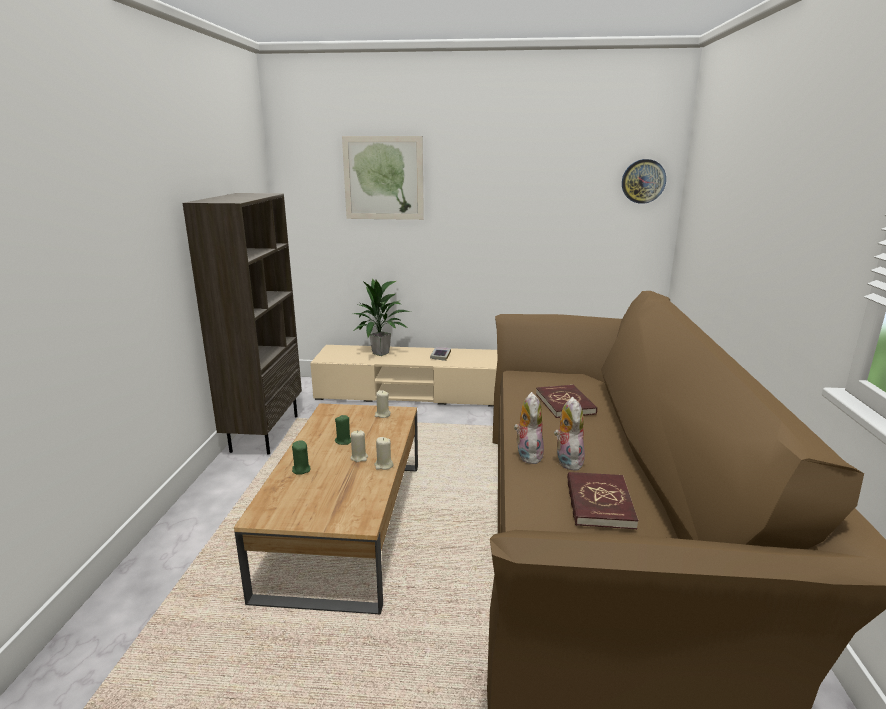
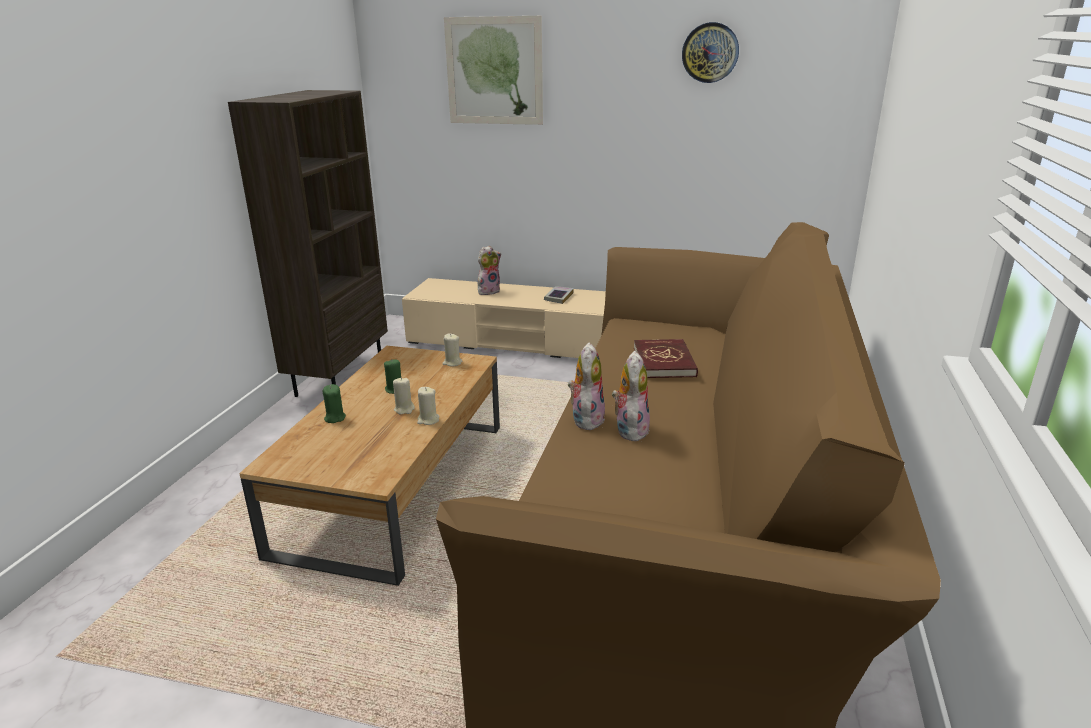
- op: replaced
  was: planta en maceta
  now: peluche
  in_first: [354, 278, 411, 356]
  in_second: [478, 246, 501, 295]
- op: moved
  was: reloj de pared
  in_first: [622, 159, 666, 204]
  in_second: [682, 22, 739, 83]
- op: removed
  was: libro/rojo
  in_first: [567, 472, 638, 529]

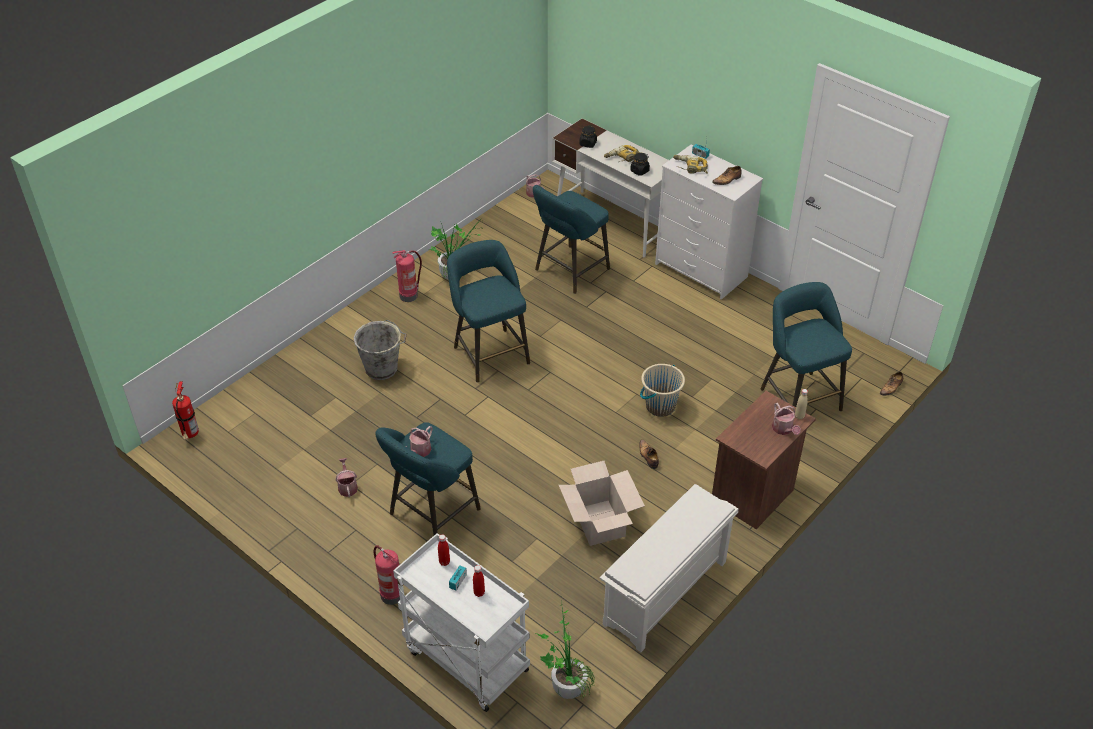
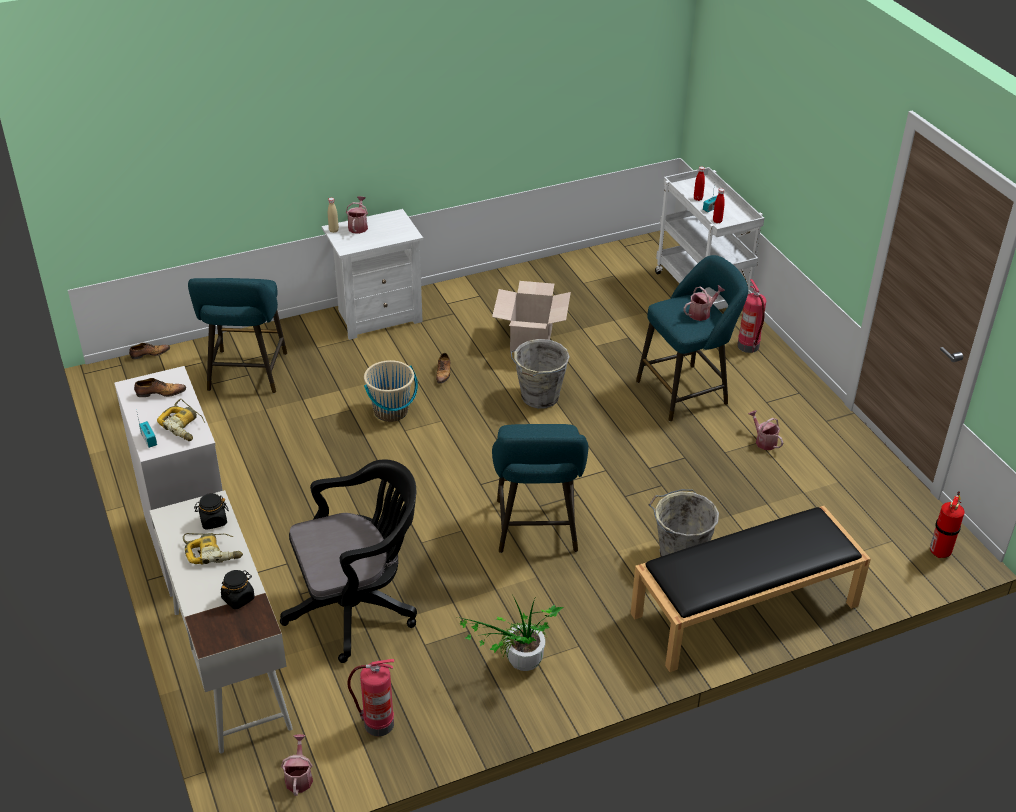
- op: replaced
  was: taburete/turquesa
  now: silla de oficina/negro
  in_first: [533, 185, 610, 294]
  in_second: [280, 459, 417, 663]
- op: recoloured
  was: mesita de noche/marrón
  now: mesita de noche/blanco
  in_first: [712, 391, 816, 529]
  in_second: [322, 209, 423, 340]
- op: moved
  was: extintor
  in_first: [392, 250, 422, 302]
  in_second: [348, 659, 394, 736]
- op: added
  now: cubo/gris
  in_second: [511, 339, 570, 409]
- op: added
  now: banco/negro
  in_second: [631, 506, 871, 672]
- op: turned
  was: regadera
  in_first: [335, 458, 358, 497]
  in_second: [748, 410, 783, 450]
  clockwise: 135
- op: removed
  was: planta en maceta
  in_first: [536, 600, 595, 699]
- op: removed
  was: zapatero/blanco
  in_first: [600, 484, 738, 652]

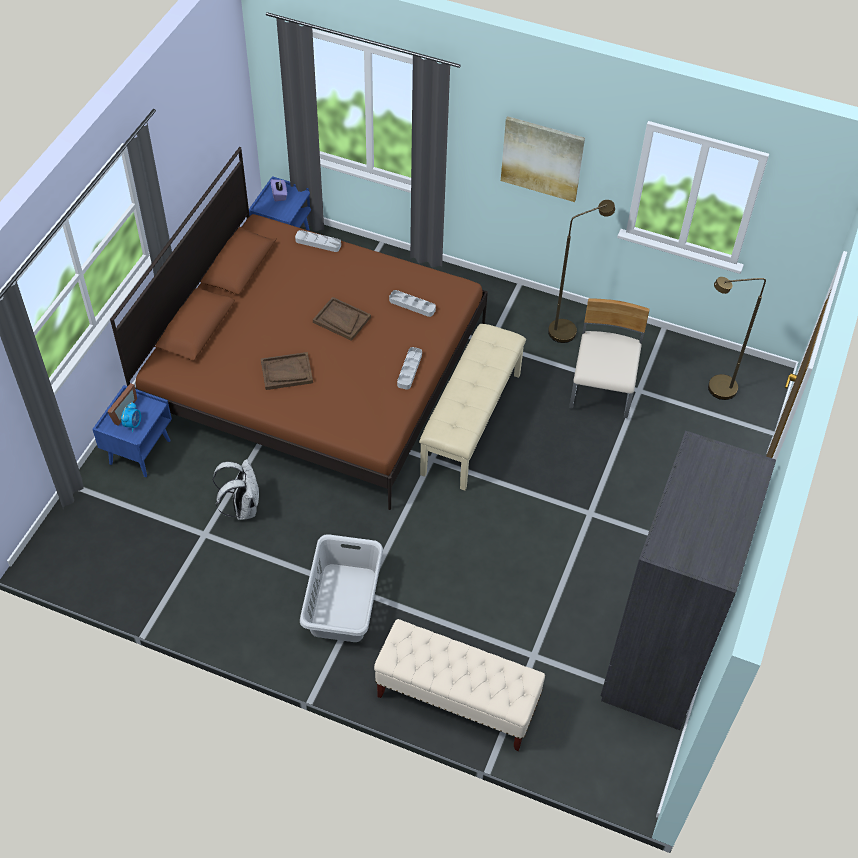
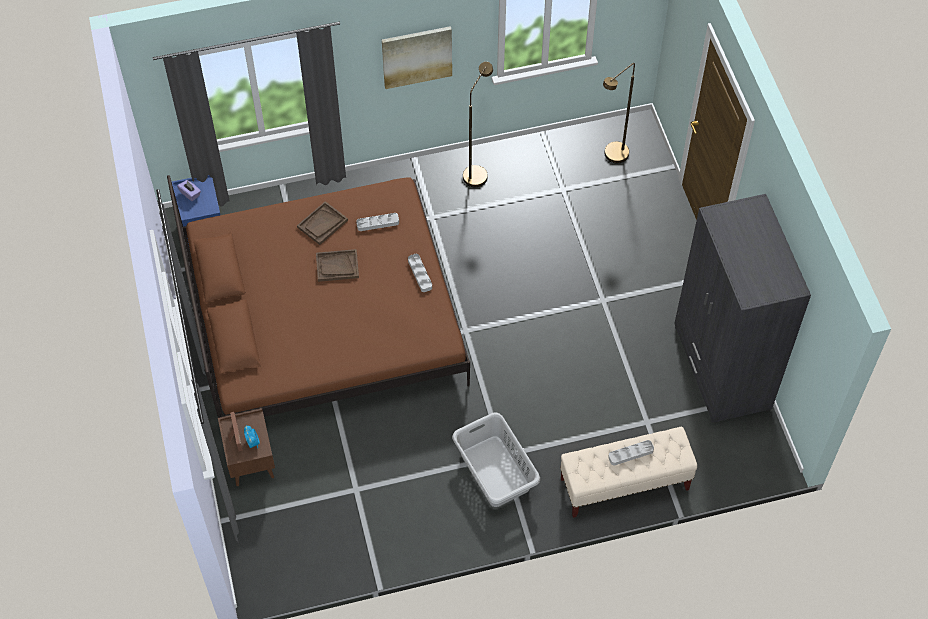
- op: recoloured
  was: mesita de noche/azul
  now: mesita de noche/marrón
  in_first: [92, 385, 172, 477]
  in_second: [218, 408, 275, 486]
- op: moved
  was: bandeja/marrón
  in_first: [261, 352, 313, 390]
  in_second: [297, 201, 348, 245]
- op: moved
  was: bandeja/gris
  in_first: [295, 230, 341, 252]
  in_second: [608, 440, 654, 465]
- op: removed
  was: mochila/blanco
  in_first: [213, 459, 259, 520]
- op: removed
  was: banco/beis
  in_first: [419, 324, 526, 491]
- op: removed
  was: silla/beis
  in_first: [569, 298, 650, 418]

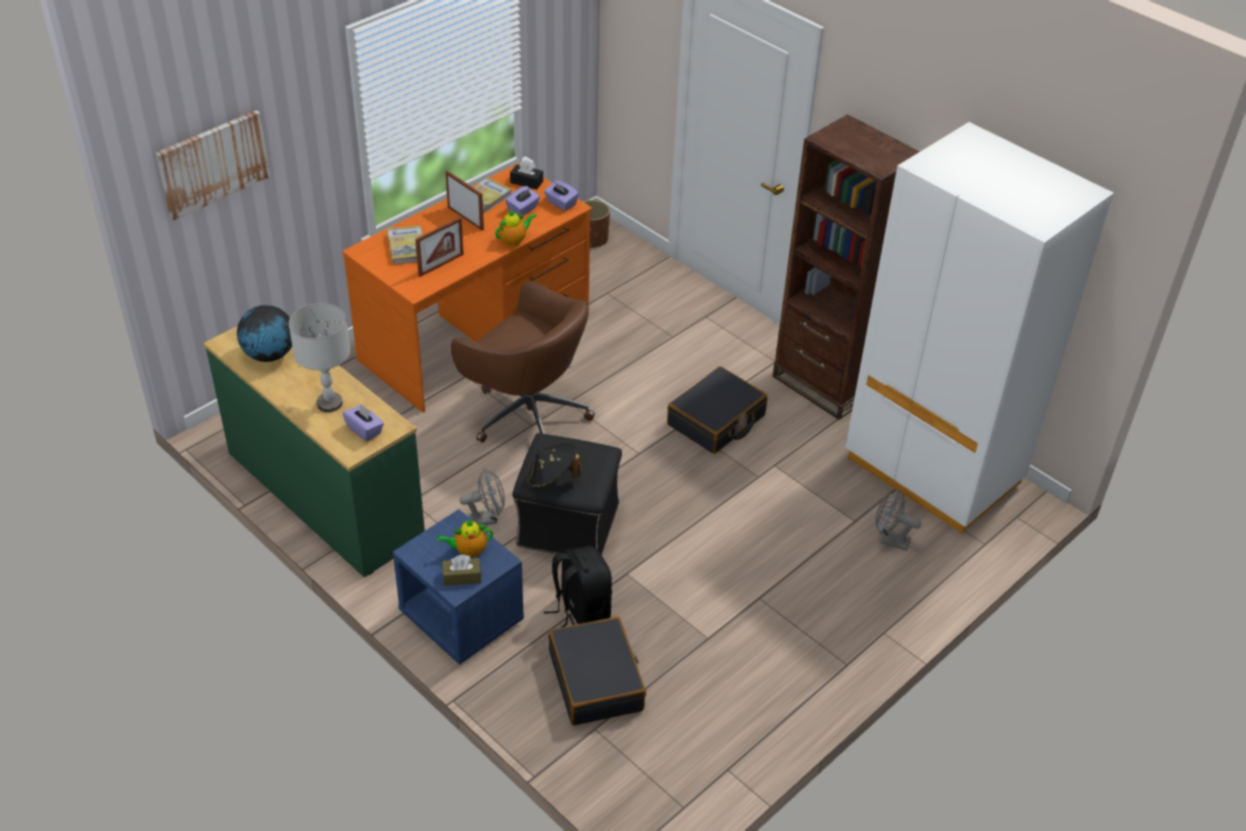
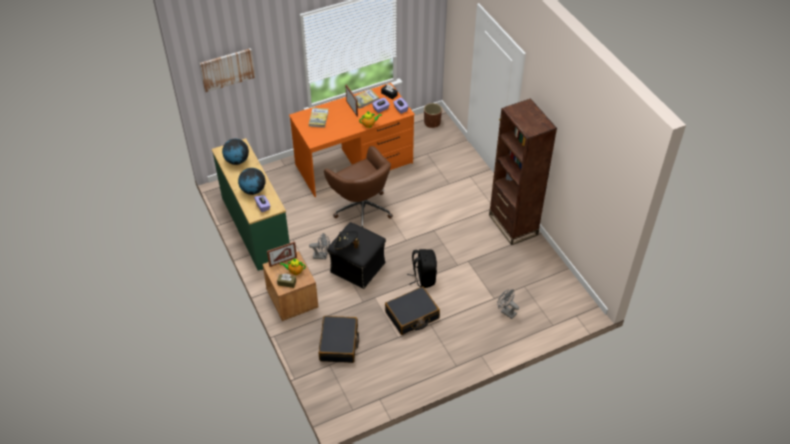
- op: replaced
  was: lámpara de mesa/gris
  now: globo terráqueo
  in_first: [289, 303, 351, 412]
  in_second: [238, 168, 265, 195]
- op: recoloured
  was: mesita de noche/azul
  now: mesita de noche/marrón
  in_first: [393, 509, 524, 665]
  in_second: [262, 251, 319, 321]
- op: moved
  was: portarretratos
  in_first: [415, 217, 464, 277]
  in_second: [267, 241, 297, 267]
- op: moved
  was: maleta/negro
  in_first: [667, 366, 767, 454]
  in_second: [385, 286, 440, 335]
- op: moved
  was: mochila/negro
  in_first: [544, 546, 612, 628]
  in_second: [407, 249, 437, 288]
- op: removed
  was: armario ropero/blanco
  in_first: [845, 122, 1114, 533]

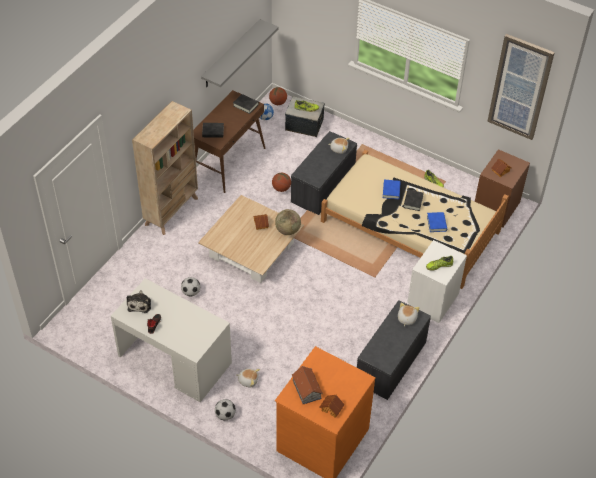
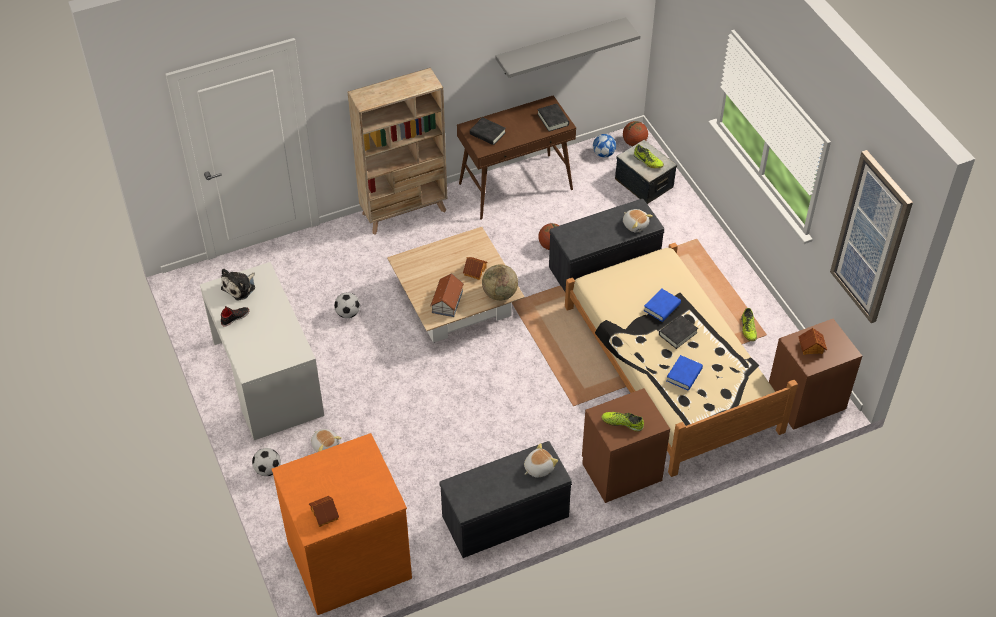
- op: moved
  was: casita
  in_first: [292, 366, 323, 404]
  in_second: [430, 273, 464, 317]
- op: recoloured
  was: mesita de noche/blanco
  now: mesita de noche/marrón
  in_first: [407, 240, 467, 323]
  in_second: [582, 388, 670, 503]

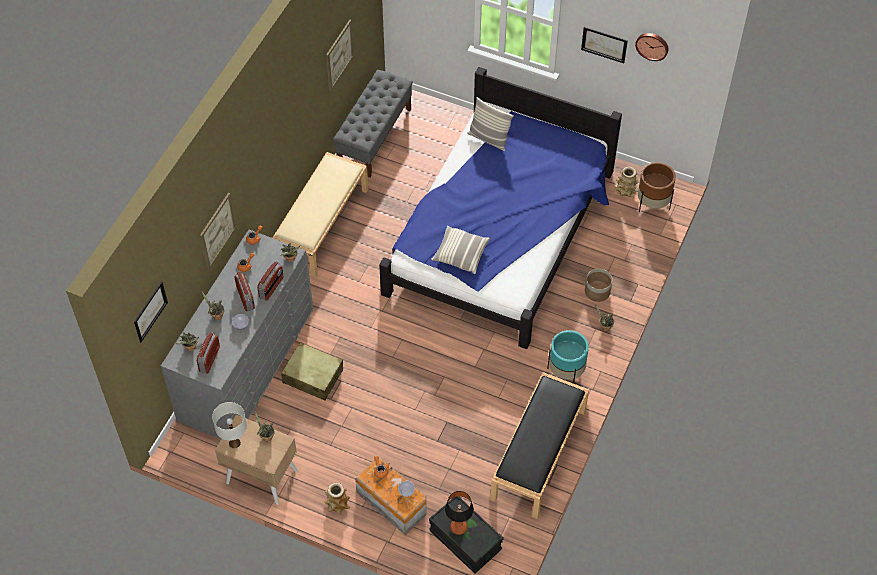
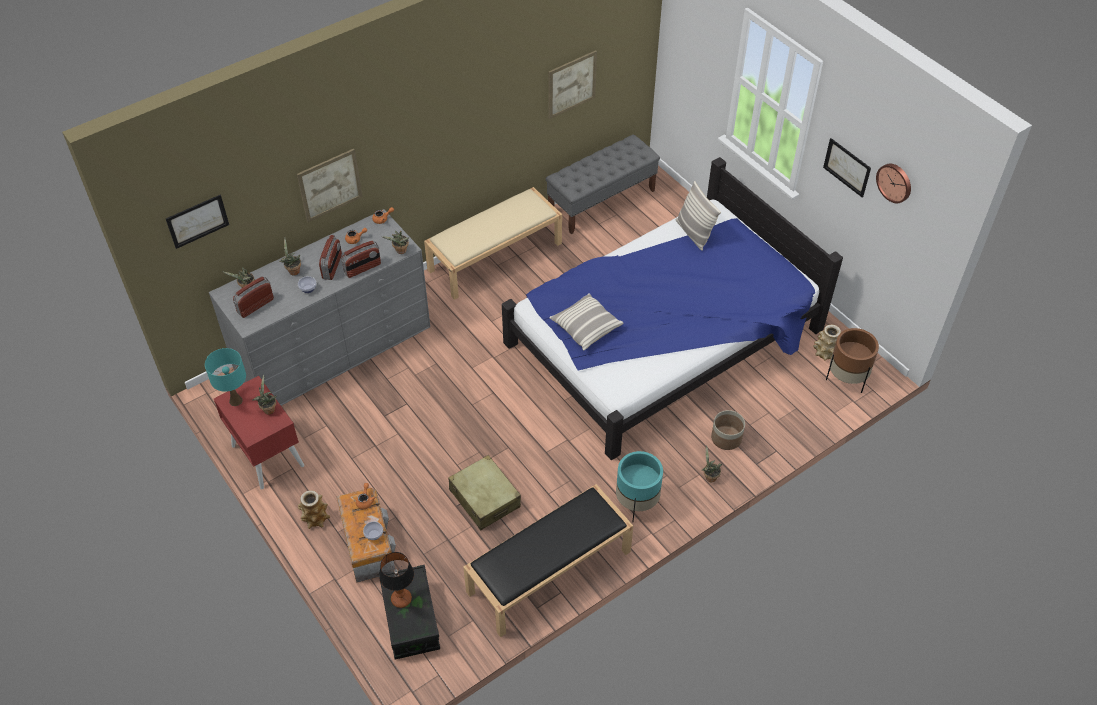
- op: recoloured
  was: lámpara de mesa/blanco
  now: lámpara de mesa/turquesa
  in_first: [212, 402, 247, 448]
  in_second: [205, 348, 246, 406]
- op: recoloured
  was: mesita de noche/beis
  now: mesita de noche/rojo
  in_first: [215, 414, 297, 505]
  in_second: [214, 376, 304, 490]
- op: moved
  was: maleta/beis
  in_first: [281, 342, 343, 401]
  in_second: [448, 455, 521, 530]

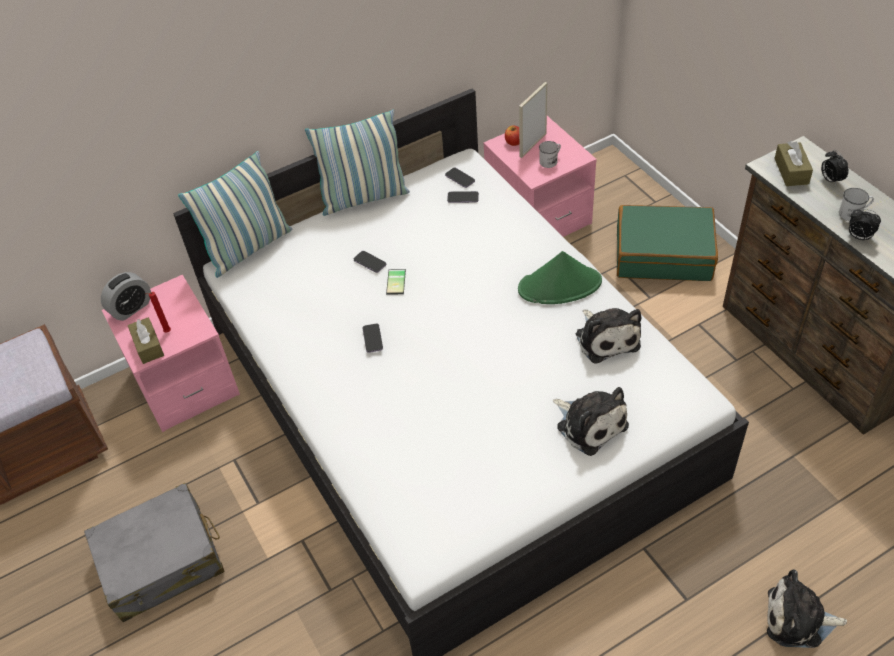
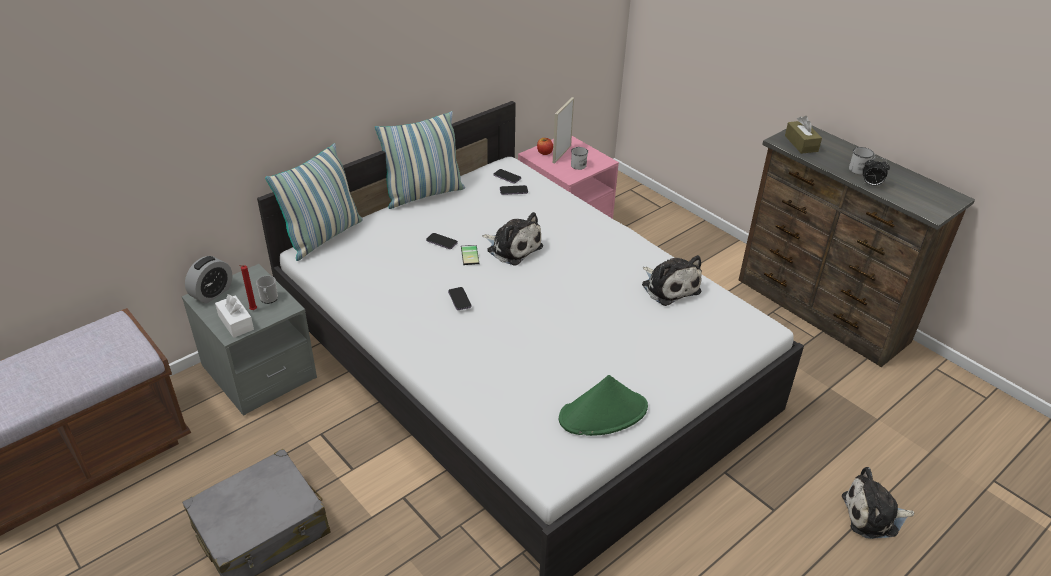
- op: recoloured
  was: mesita de noche/rosa
  now: mesita de noche/gris
  in_first: [102, 275, 240, 432]
  in_second: [182, 264, 317, 416]
- op: recoloured
  was: caja de pañuelos/marrón
  now: caja de pañuelos/blanco
  in_first: [128, 317, 164, 364]
  in_second: [215, 294, 254, 338]
- op: added
  now: taza grande
  in_second: [256, 275, 278, 304]
- op: moved
  was: peluche
  in_first: [553, 387, 629, 456]
  in_second: [482, 212, 543, 266]
- op: moved
  was: sombrero/verde
  in_first: [518, 251, 602, 304]
  in_second: [559, 375, 648, 436]
- op: removed
  was: maleta/verde
  in_first: [617, 205, 718, 281]
- op: removed
  was: despertador
  in_first: [821, 150, 849, 185]

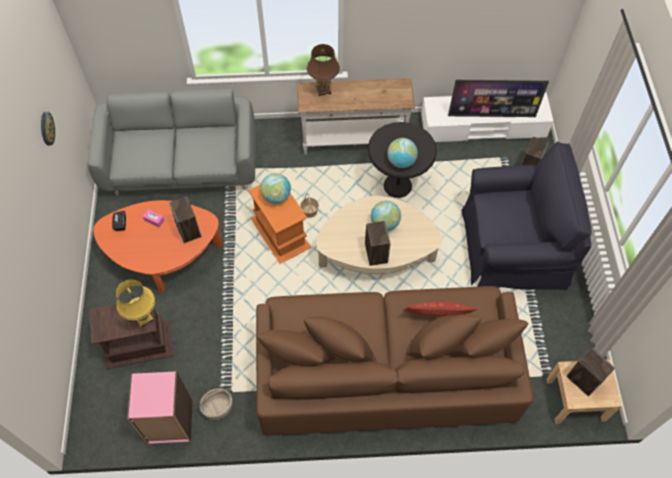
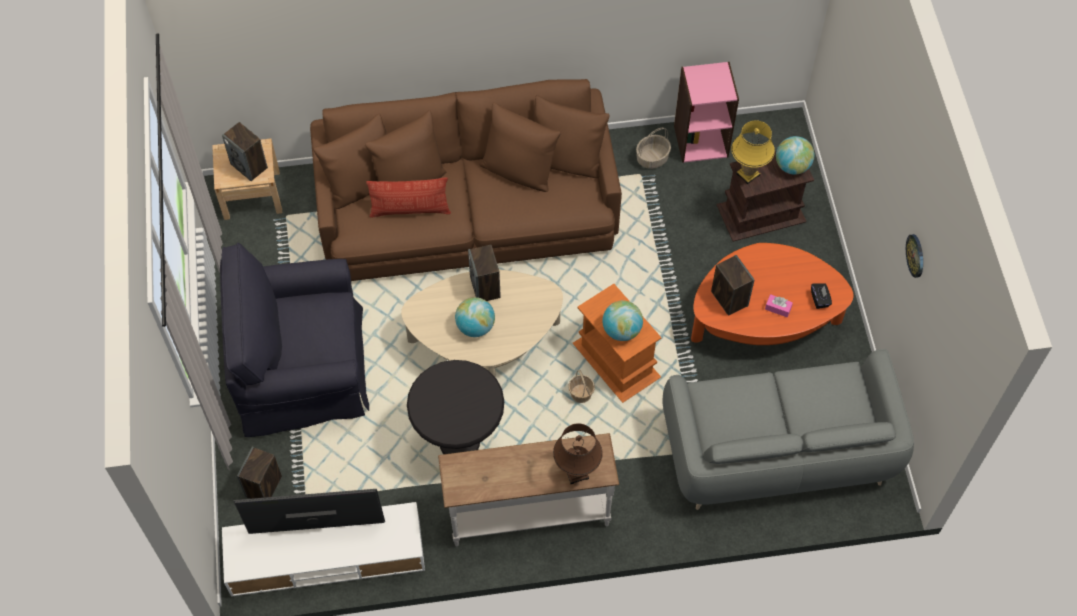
- op: moved
  was: globo terráqueo
  in_first: [387, 138, 418, 168]
  in_second: [776, 136, 814, 175]

